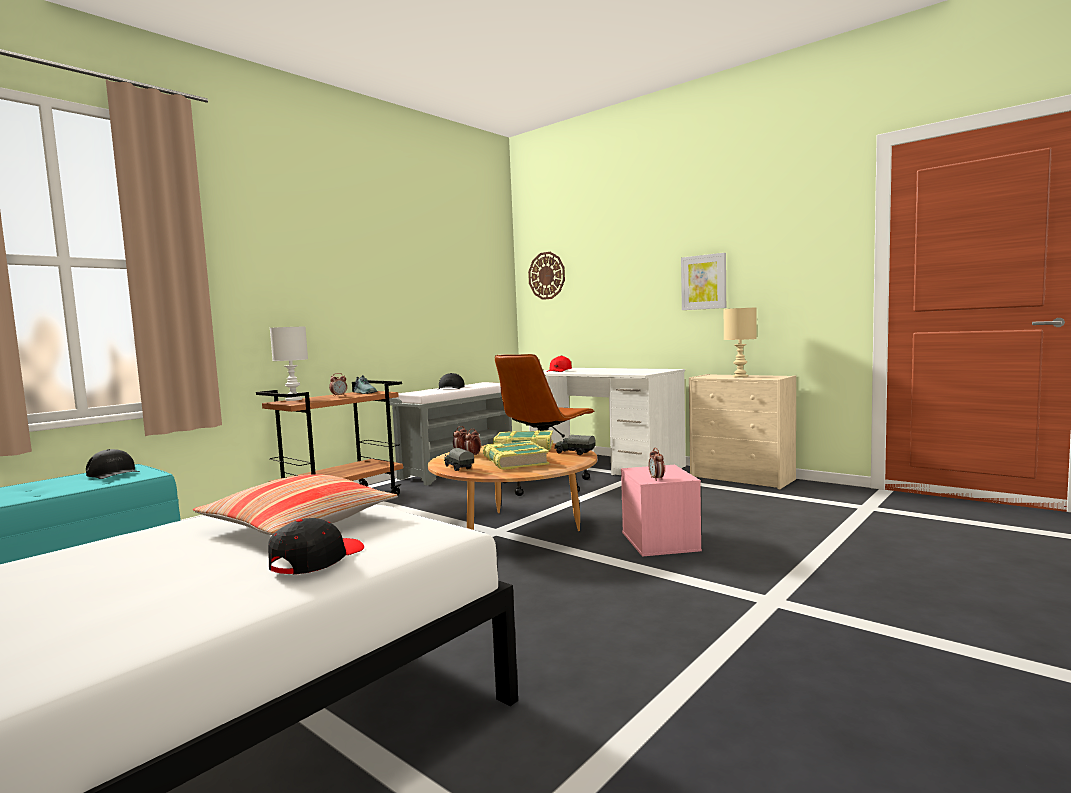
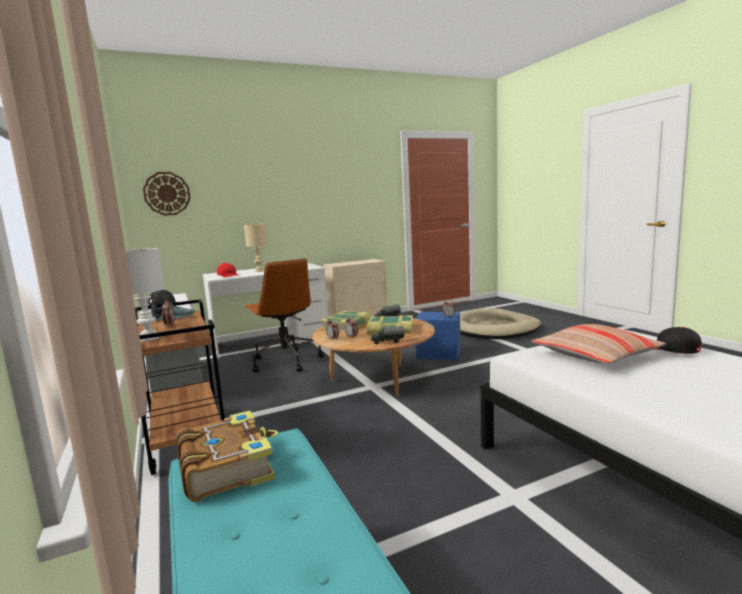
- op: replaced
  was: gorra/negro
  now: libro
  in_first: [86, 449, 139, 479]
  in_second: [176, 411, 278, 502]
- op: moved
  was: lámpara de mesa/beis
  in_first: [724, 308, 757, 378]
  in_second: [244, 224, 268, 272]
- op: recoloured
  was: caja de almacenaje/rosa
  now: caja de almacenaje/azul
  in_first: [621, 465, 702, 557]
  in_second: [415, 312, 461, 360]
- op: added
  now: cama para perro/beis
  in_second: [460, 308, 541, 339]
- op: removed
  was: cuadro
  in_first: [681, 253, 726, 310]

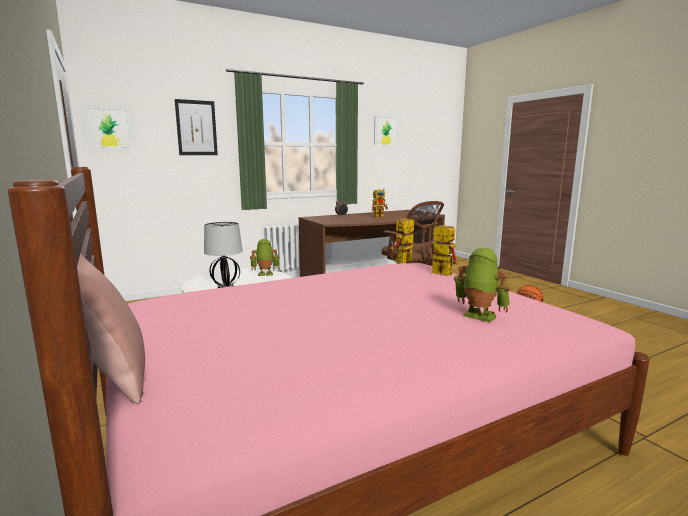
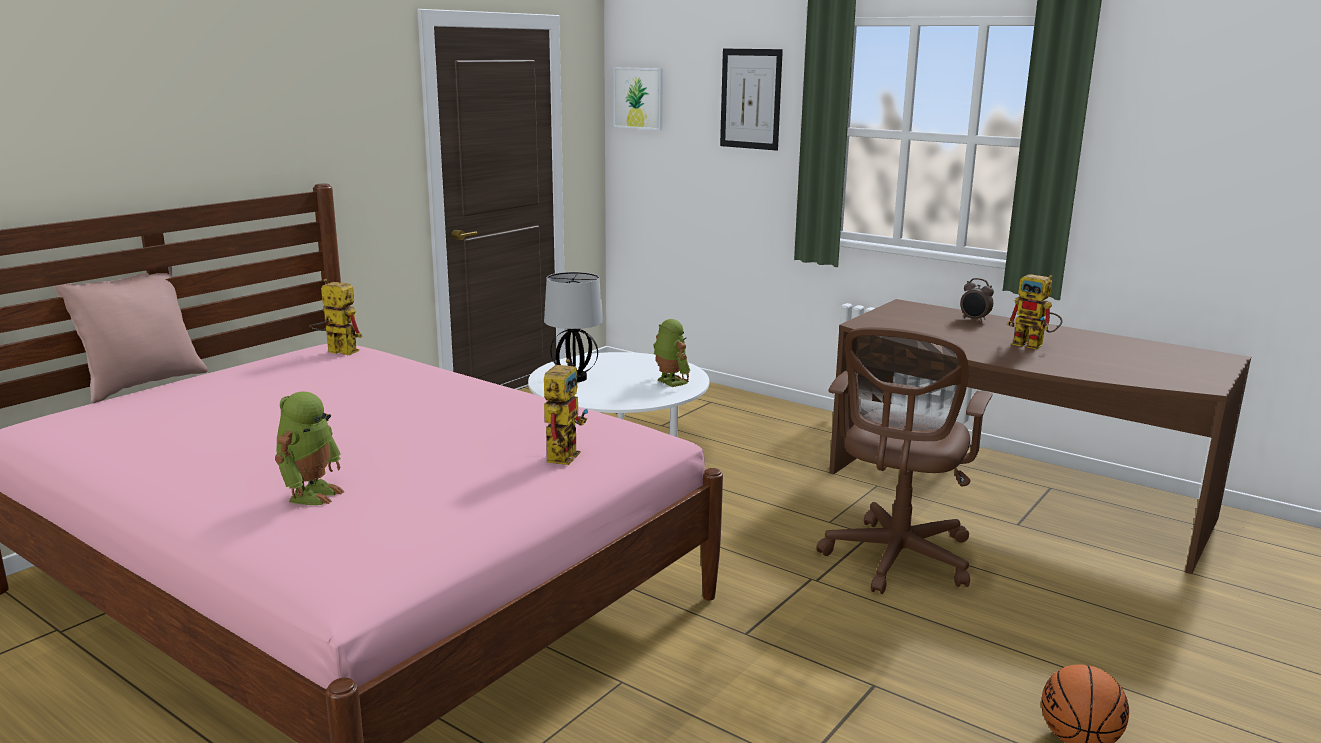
- op: moved
  was: robot de juguete
  in_first: [390, 218, 414, 263]
  in_second: [309, 279, 362, 356]
- op: removed
  was: cuadro
  in_first: [374, 116, 399, 146]

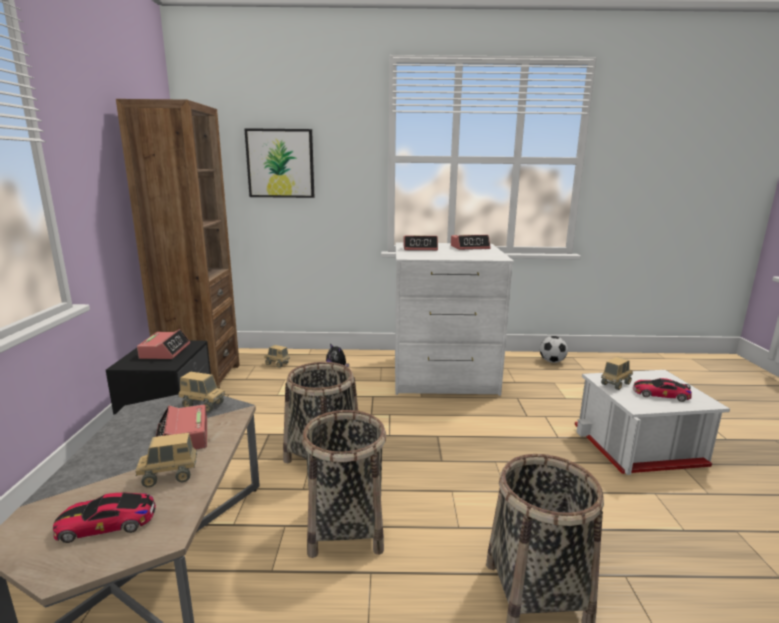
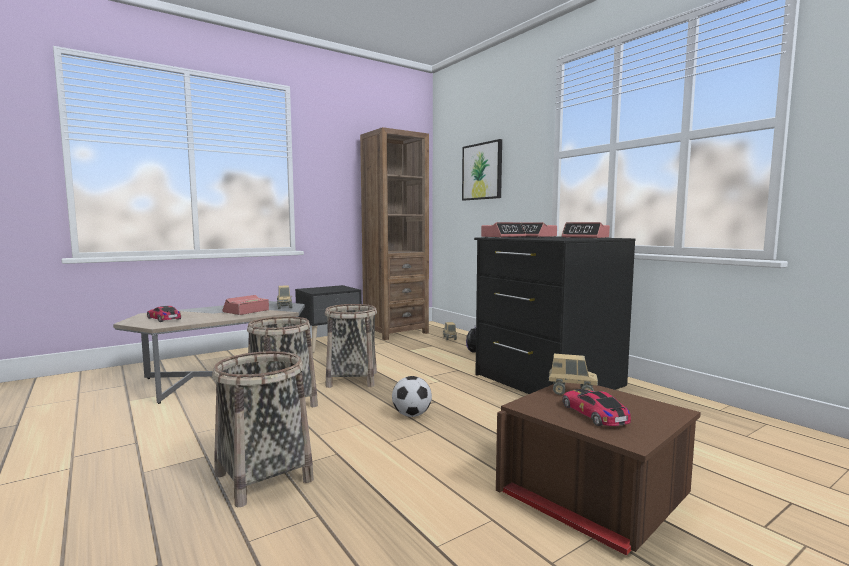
- op: moved
  was: balón de fútbol
  in_first: [540, 336, 568, 363]
  in_second: [392, 376, 432, 417]
- op: recoloured
  was: cómoda/blanco
  now: cómoda/negro
  in_first: [395, 243, 514, 396]
  in_second: [474, 237, 636, 394]
- op: moved
  was: despertador
  in_first: [137, 329, 190, 359]
  in_second: [481, 222, 526, 238]
- op: recoloured
  was: caja de almacenaje/blanco
  now: caja de almacenaje/marrón
  in_first: [574, 370, 730, 475]
  in_second: [496, 383, 701, 556]
- op: removed
  was: camión de juguete
  in_first: [135, 433, 197, 488]

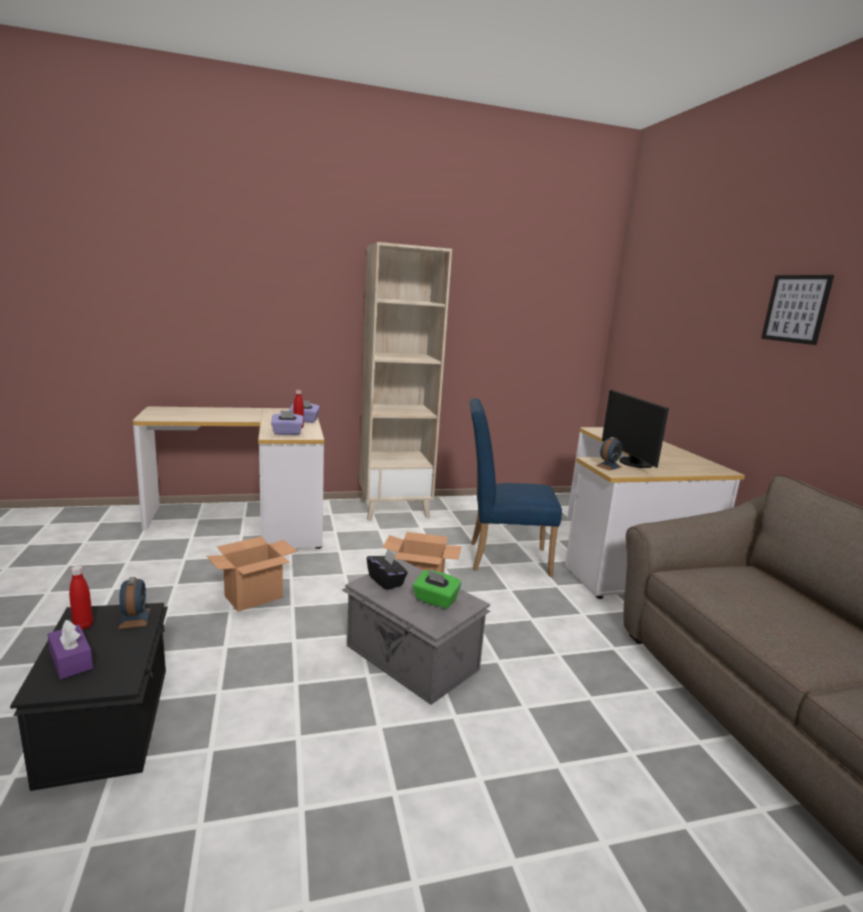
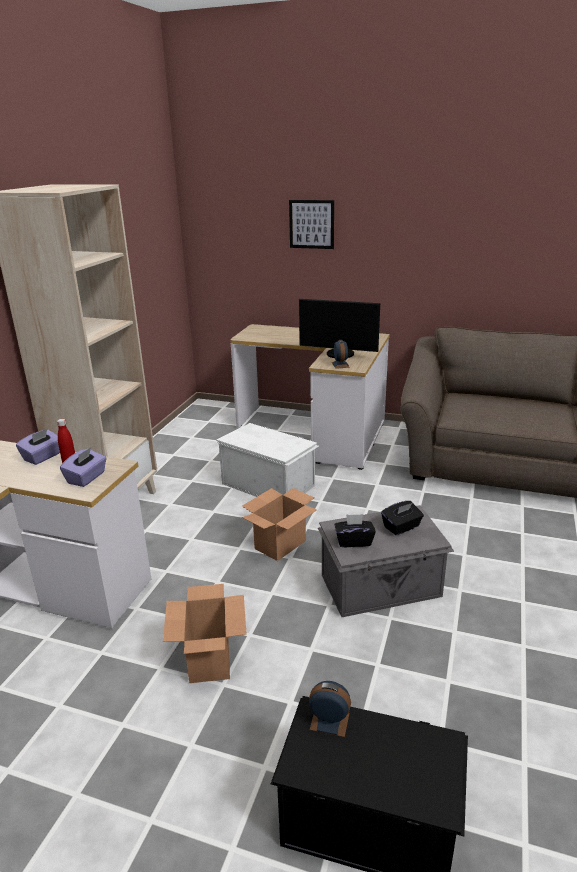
- op: replaced
  was: silla/azul
  now: caja de almacenaje/blanco
  in_first: [470, 398, 562, 577]
  in_second: [216, 423, 319, 497]
- op: moved
  was: cuadro
  in_first: [761, 275, 834, 345]
  in_second: [289, 200, 334, 249]
- op: recoloured
  was: caja de pañuelos/verde
  now: caja de pañuelos/negro
  in_first: [413, 570, 461, 609]
  in_second: [381, 501, 424, 535]
- op: removed
  was: caja de pañuelos/morado
  in_first: [47, 620, 93, 680]
- op: removed
  was: botella/rojo
  in_first: [69, 566, 93, 630]

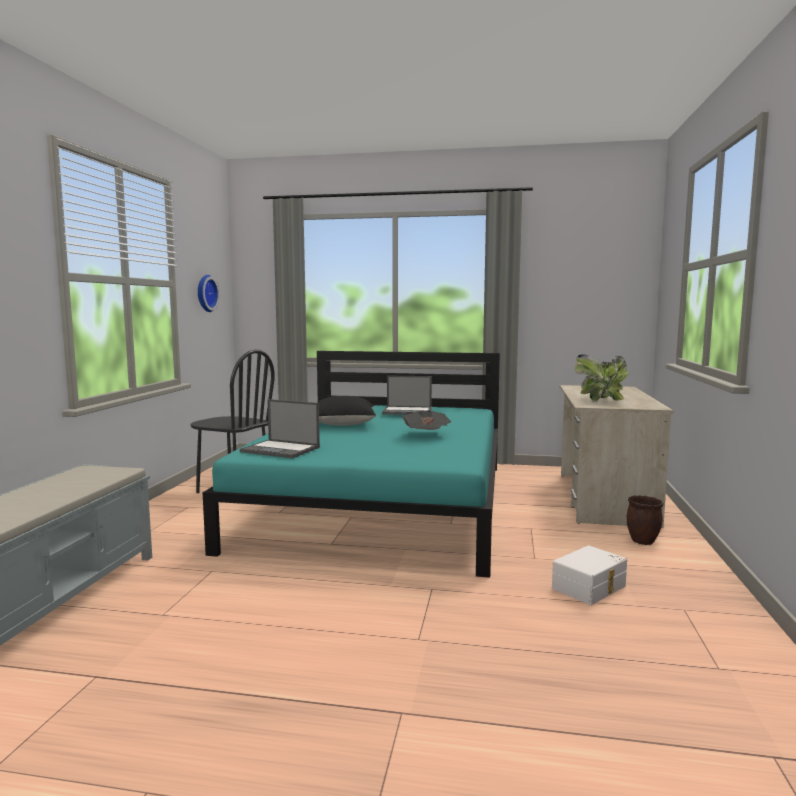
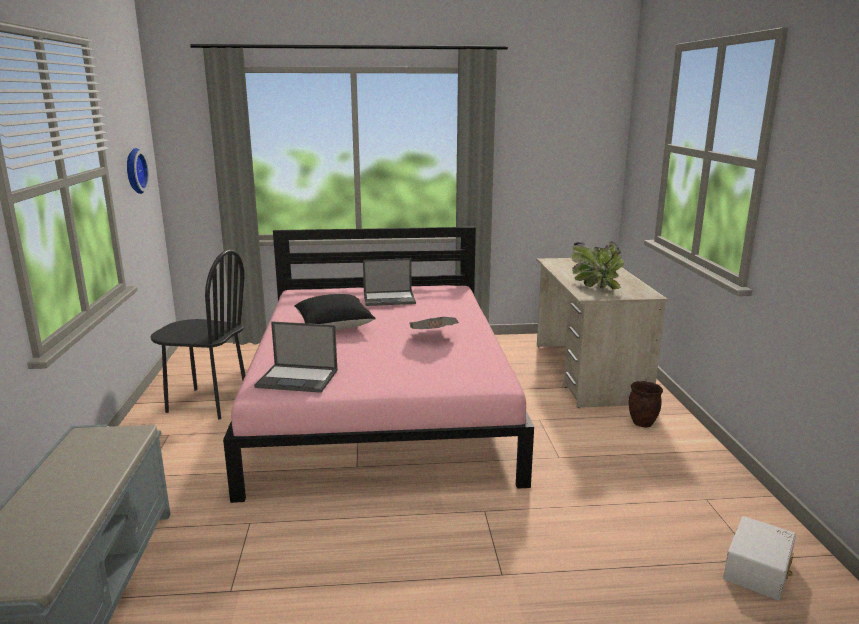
- op: recoloured
  was: cama/turquesa
  now: cama/rosa
  in_first: [203, 351, 500, 578]
  in_second: [223, 227, 534, 503]
- op: moved
  was: caja de almacenaje/blanco
  in_first: [552, 545, 627, 605]
  in_second: [723, 516, 796, 600]

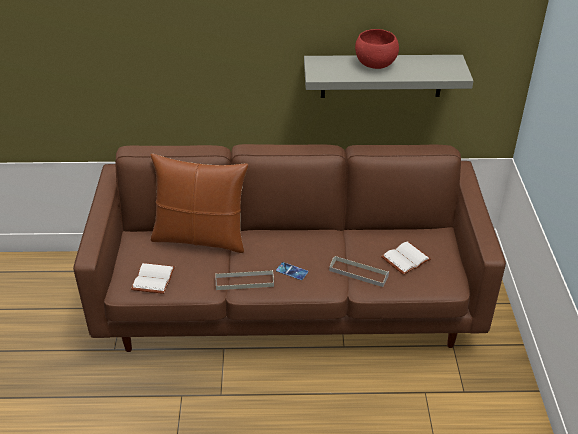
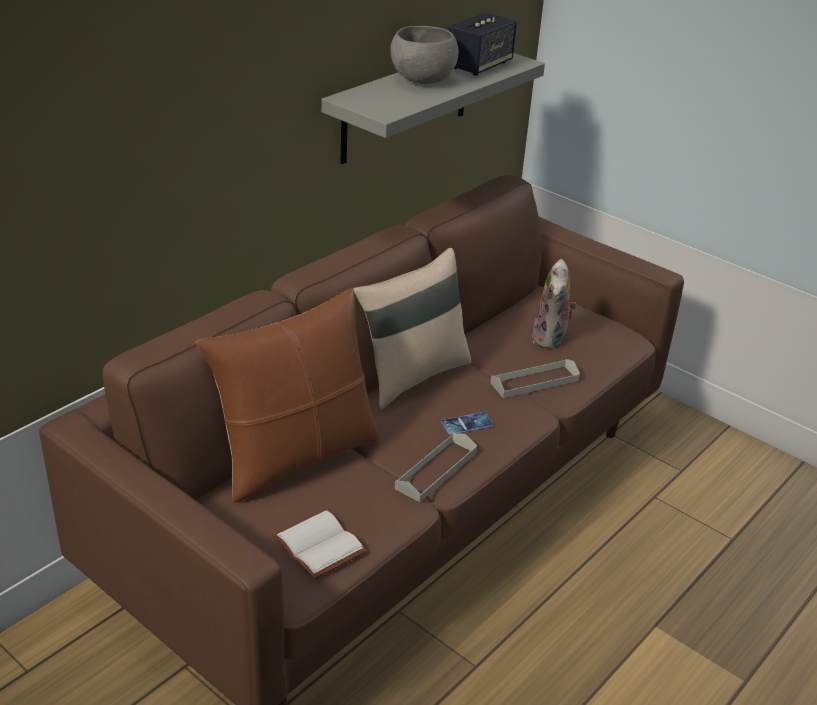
- op: added
  now: cojín/beis
  in_second: [353, 248, 471, 409]
- op: recoloured
  was: cuenco/rojo
  now: cuenco/gris
  in_first: [355, 29, 399, 69]
  in_second: [390, 26, 458, 84]
- op: added
  now: altavoz
  in_second: [448, 12, 517, 76]
- op: replaced
  was: libro/blanco
  now: peluche
  in_first: [381, 242, 431, 275]
  in_second: [532, 259, 577, 349]

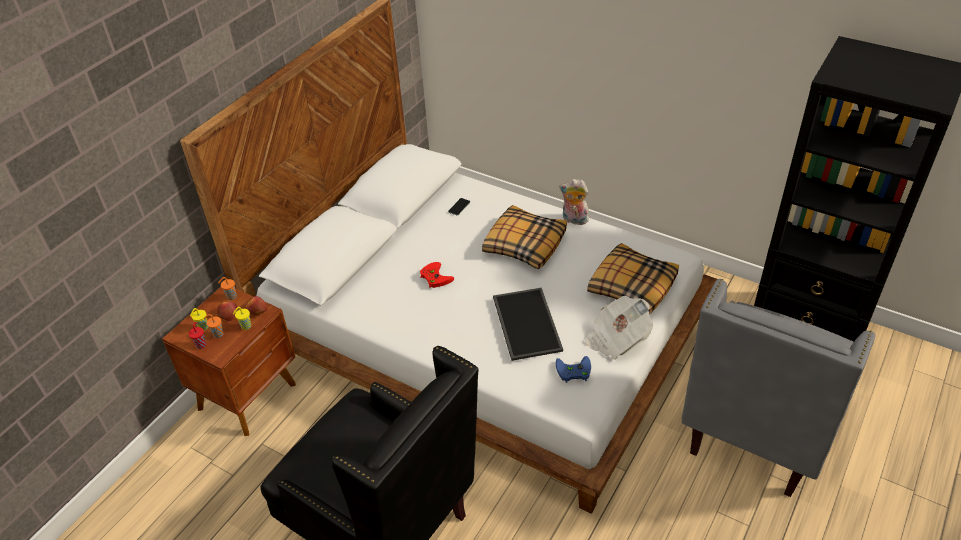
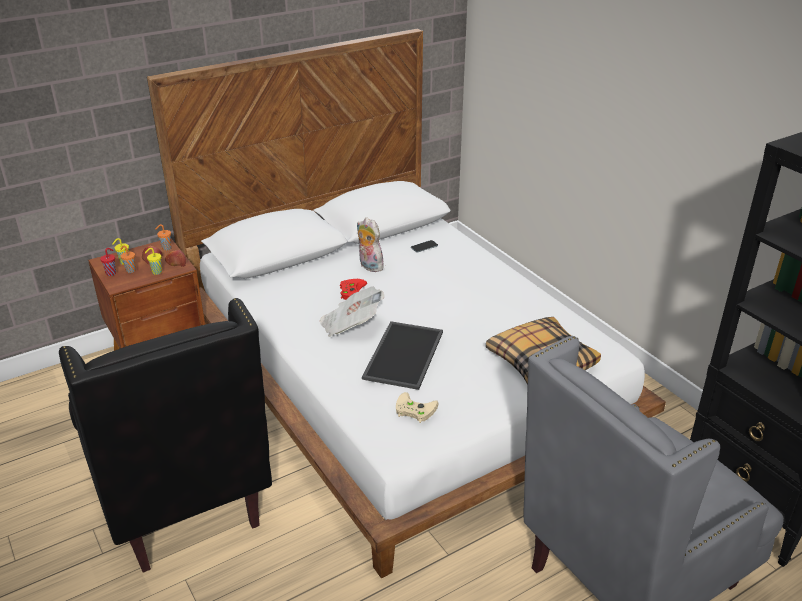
- op: moved
  was: periódico
  in_first: [585, 296, 653, 360]
  in_second: [319, 286, 384, 337]
- op: moved
  was: peluche
  in_first: [559, 179, 589, 225]
  in_second: [357, 217, 384, 272]
- op: recoloured
  was: mando de consola/azul
  now: mando de consola/beis
  in_first: [556, 356, 591, 383]
  in_second: [396, 392, 438, 423]
- op: removed
  was: cojín
  in_first: [482, 205, 567, 269]

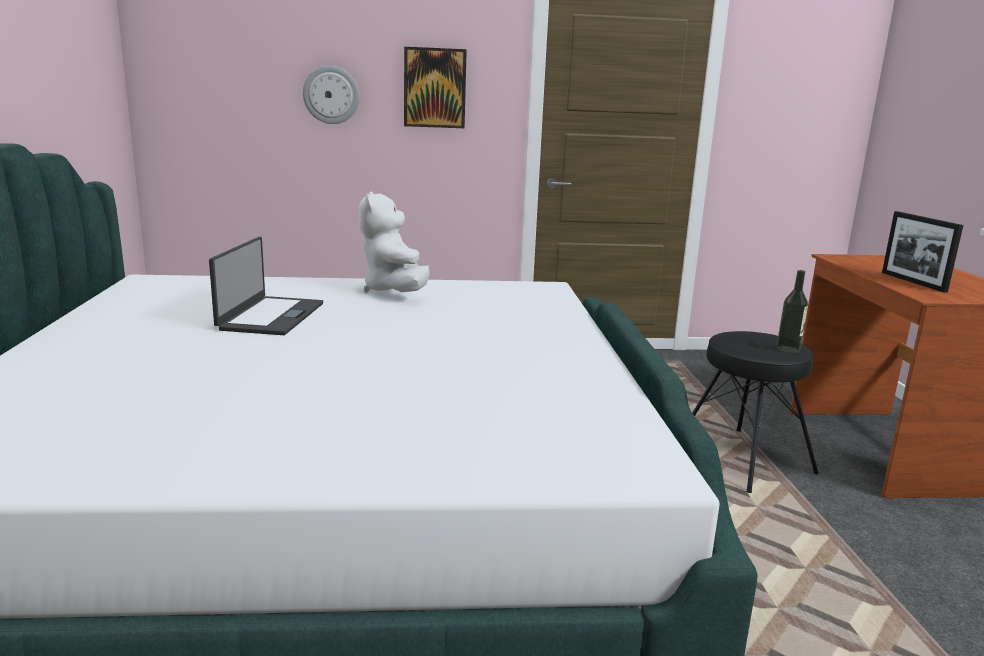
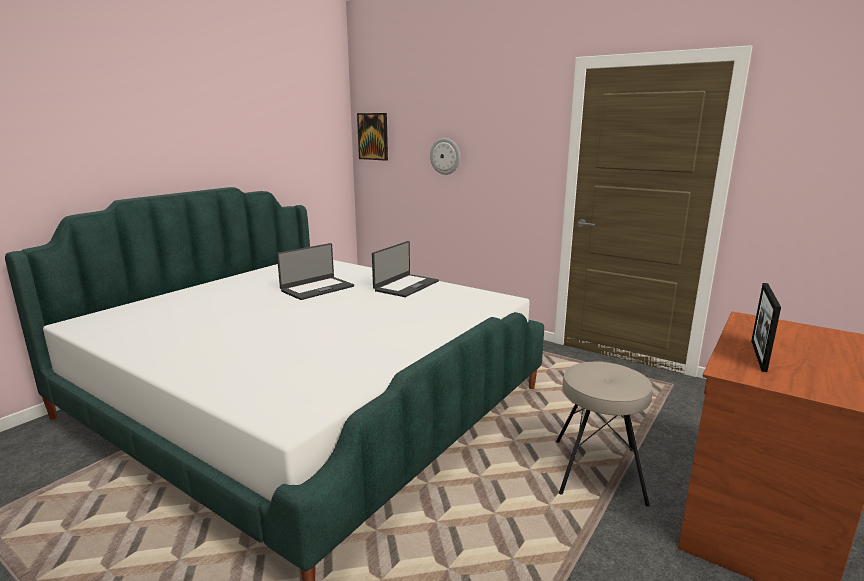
- op: moved
  was: cuadro
  in_first: [404, 47, 467, 128]
  in_second: [357, 113, 388, 161]
- op: replaced
  was: peluche/blanco
  now: portátil
  in_first: [359, 192, 430, 293]
  in_second: [372, 241, 439, 297]
- op: recoloured
  was: taburete/negro
  now: taburete/beis
  in_first: [692, 331, 819, 493]
  in_second: [556, 362, 652, 506]
- op: removed
  was: botella
  in_first: [777, 270, 808, 354]

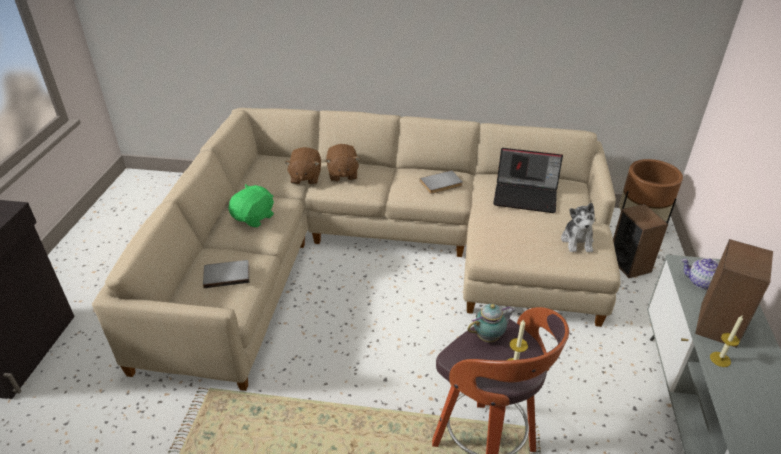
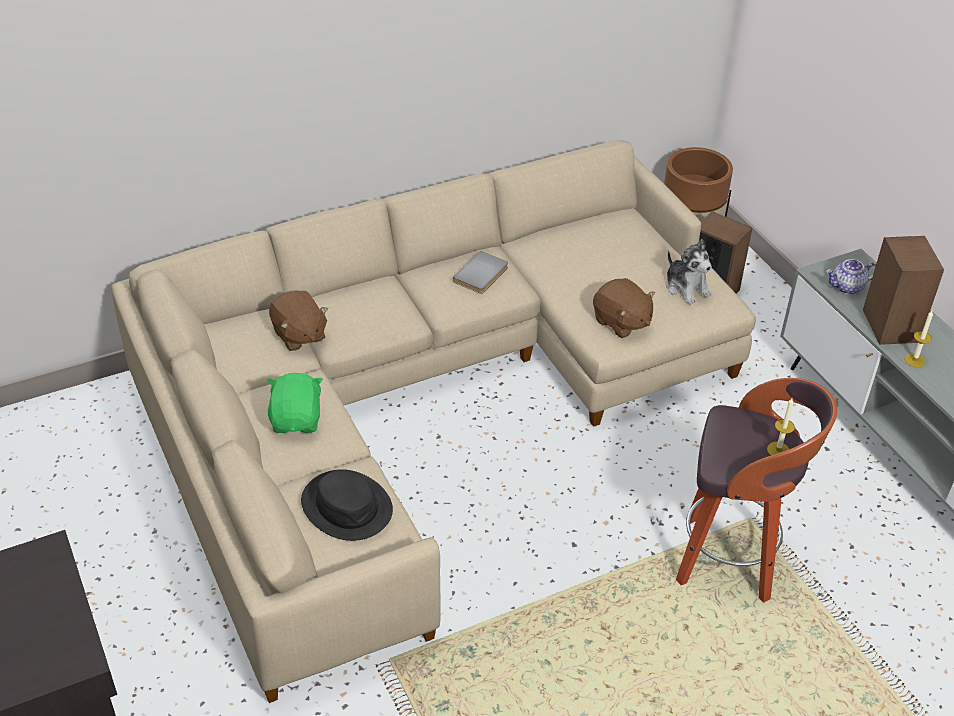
- op: replaced
  was: libro/gris
  now: sombrero/negro
  in_first: [203, 260, 250, 288]
  in_second: [301, 469, 393, 541]
- op: moved
  was: peluche/marrón
  in_first: [326, 144, 360, 182]
  in_second: [593, 278, 655, 338]
- op: removed
  was: tetera
  in_first: [467, 304, 516, 343]
- op: removed
  was: portátil
  in_first: [493, 148, 563, 213]

